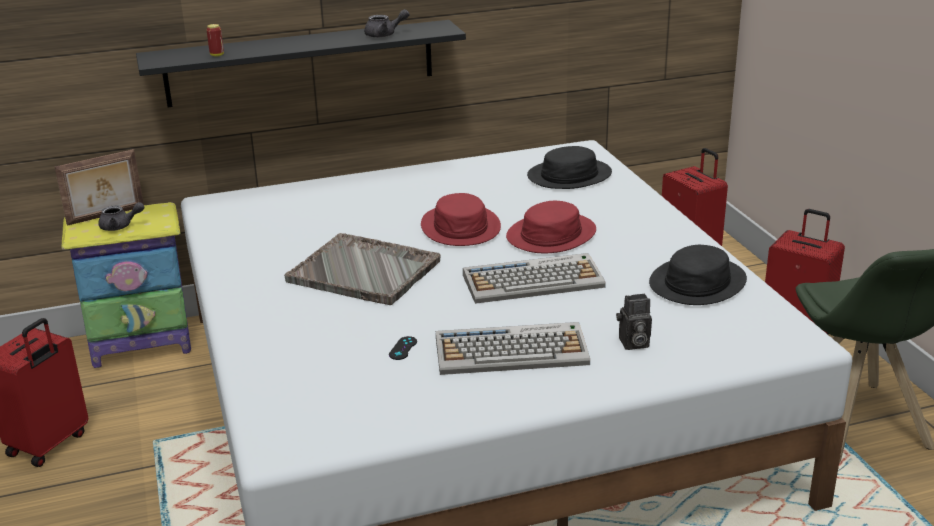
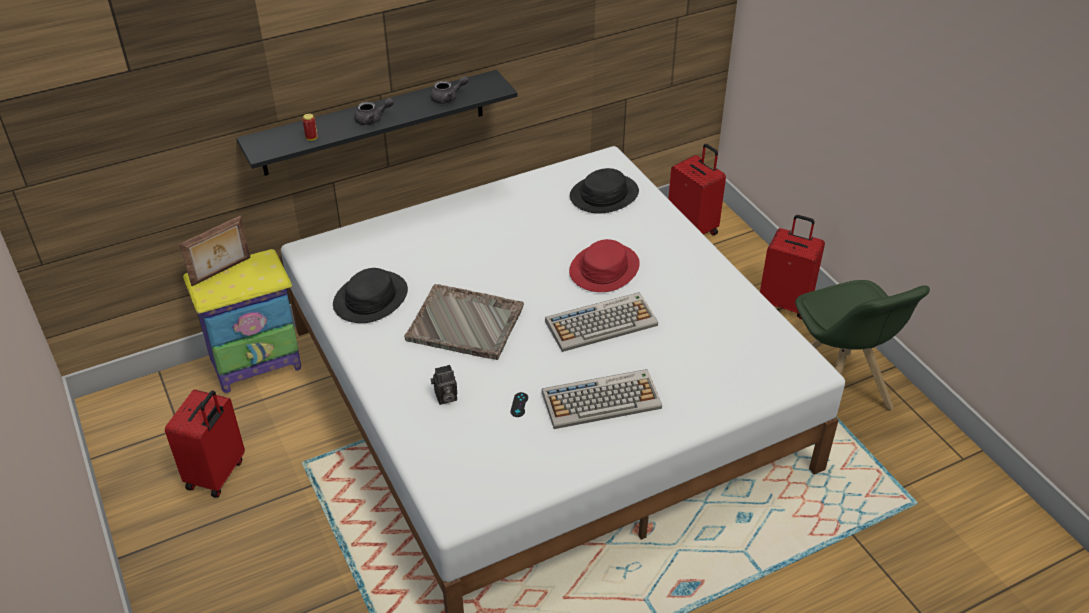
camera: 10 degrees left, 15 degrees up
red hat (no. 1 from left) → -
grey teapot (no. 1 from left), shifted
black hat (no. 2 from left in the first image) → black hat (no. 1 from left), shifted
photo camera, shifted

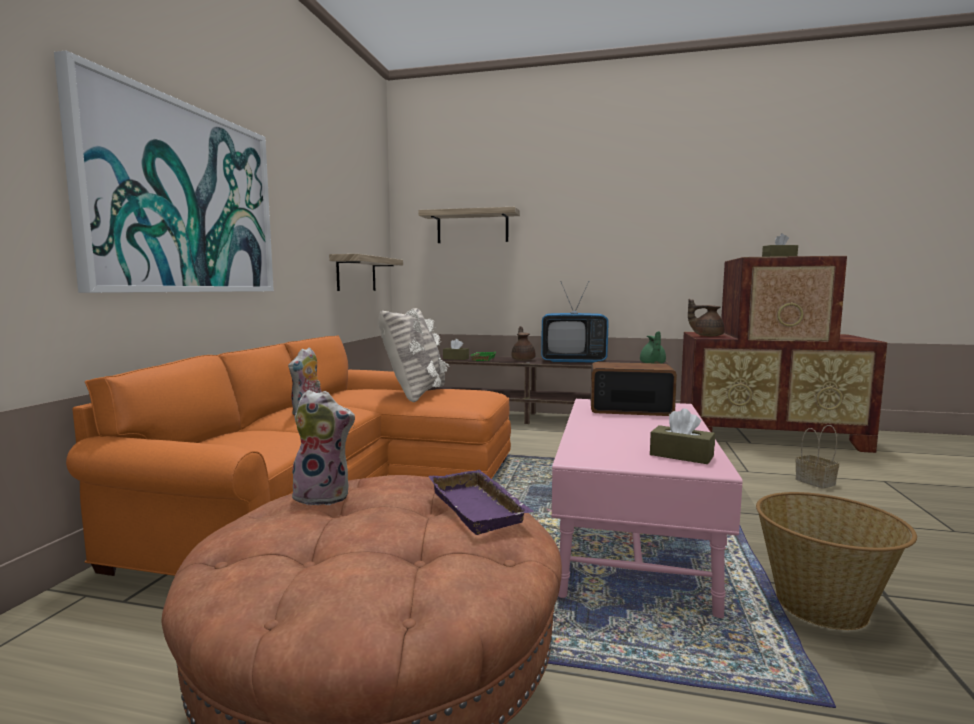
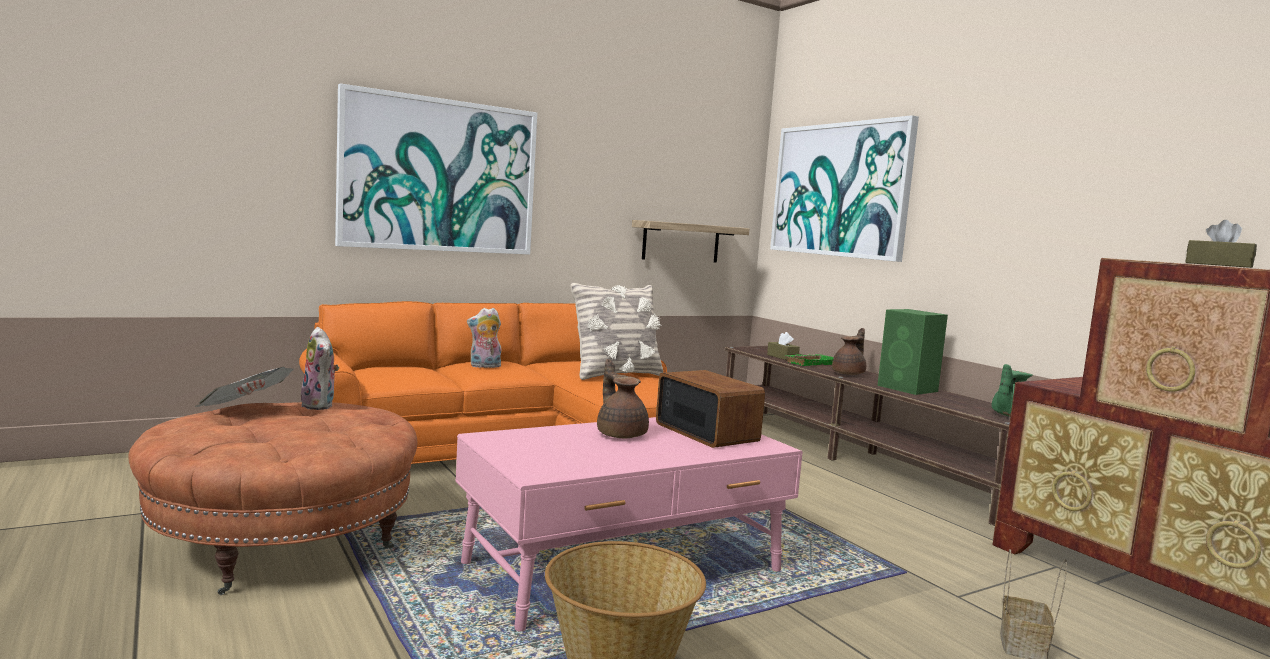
camera: 45 degrees right, 0 degrees up
shelf (no. 2 from left) → picture (no. 2 from left)
television → green speaker
brown teapot (no. 2 from left in the first image) → brown teapot (no. 1 from left), shifted
brown tissue box (no. 2 from left) → -
purple tray → -
- → newspaper

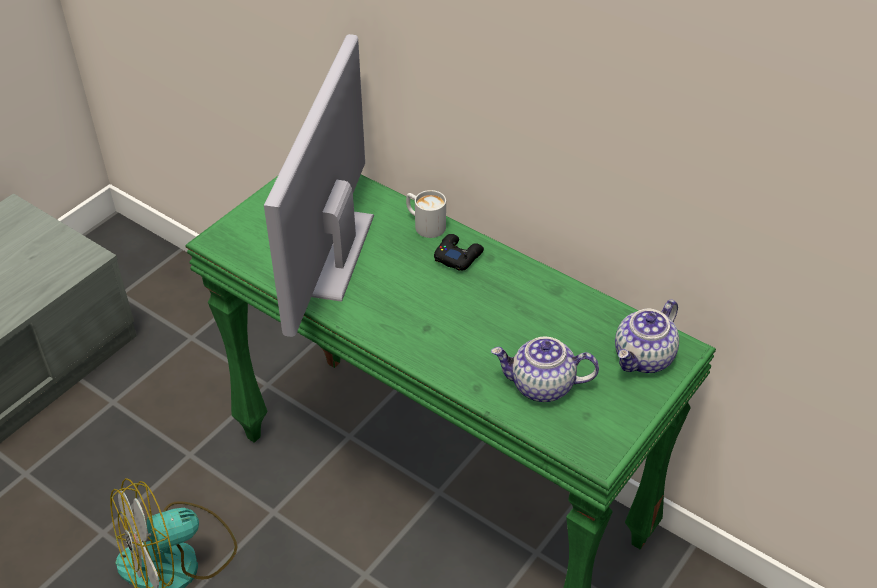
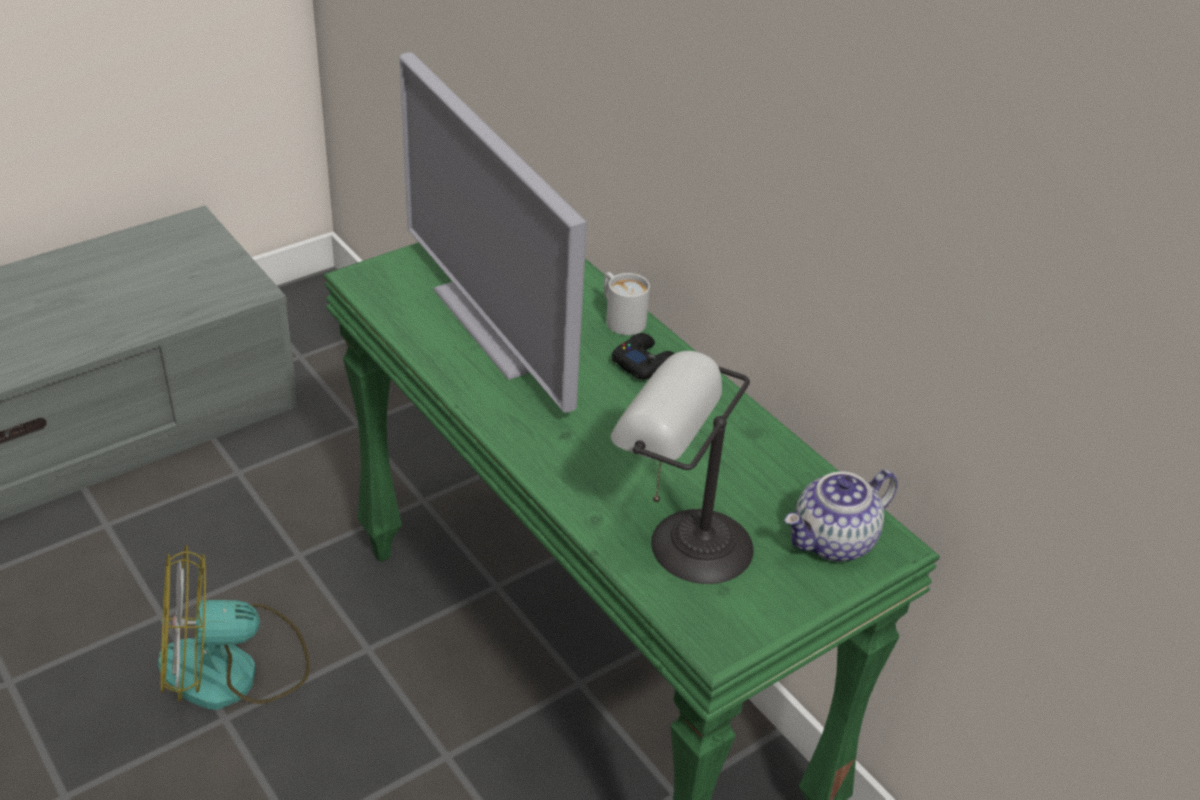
camera: 15 degrees right, 5 degrees down
television, 60 degrees counterclockwise
teapot (no. 1 from left) → table lamp

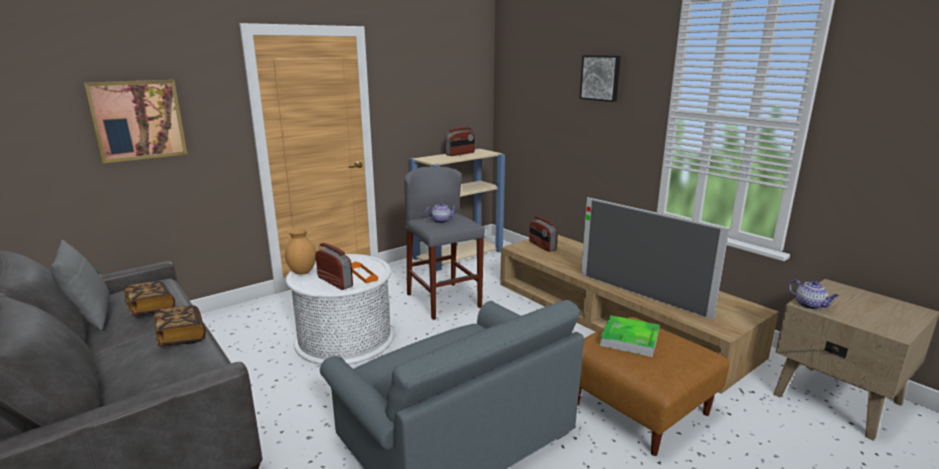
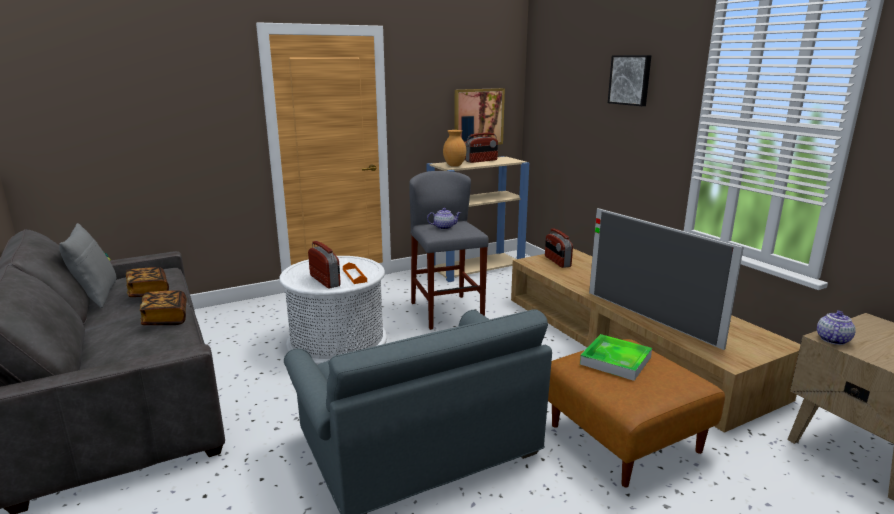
camera: 10 degrees right, 0 degrees up
picture (no. 1 from left), shifted
brown vase, shifted
teapot (no. 2 from left), 120 degrees counterclockwise

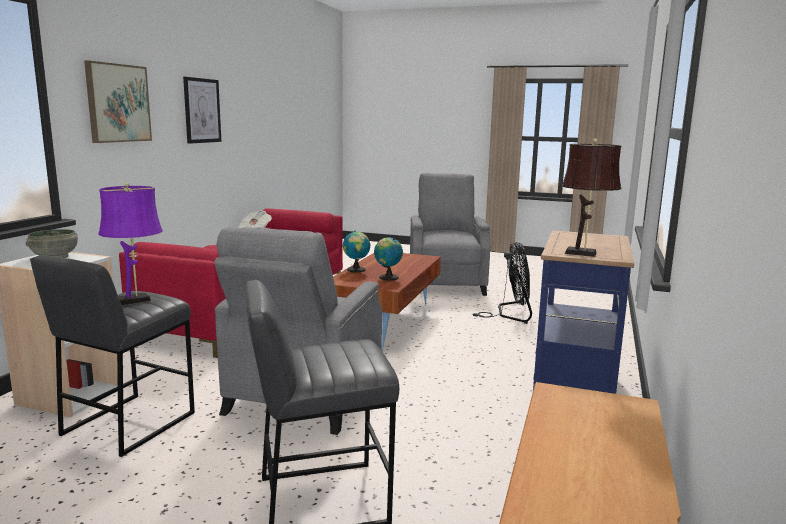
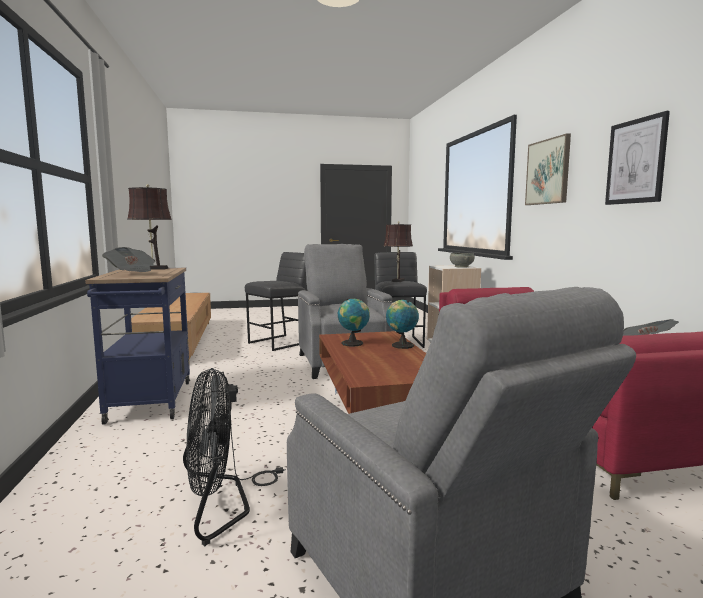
camera: 150 degrees right, 5 degrees down
purple table lamp → brown table lamp (no. 2 from left)
- → newspaper (no. 1 from left)

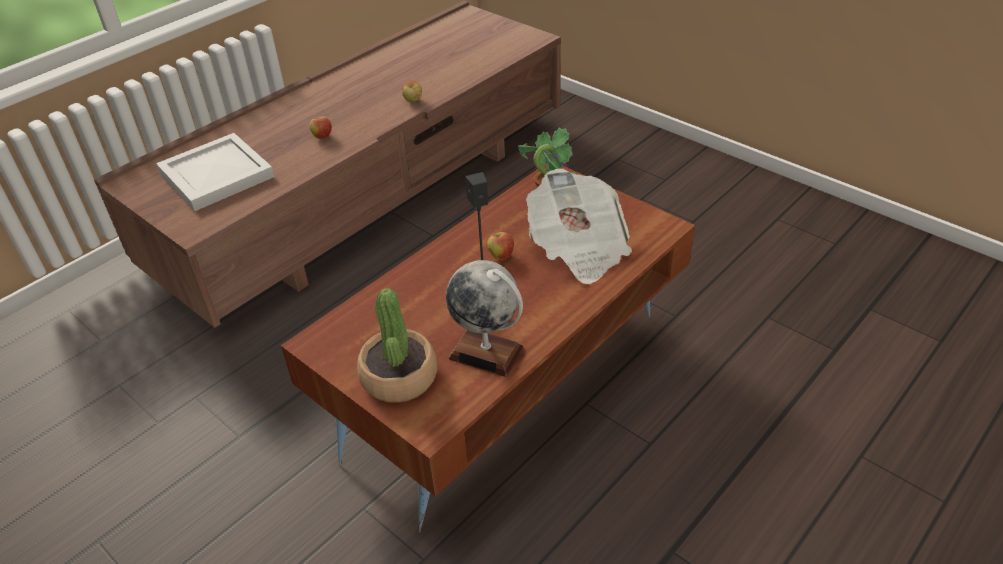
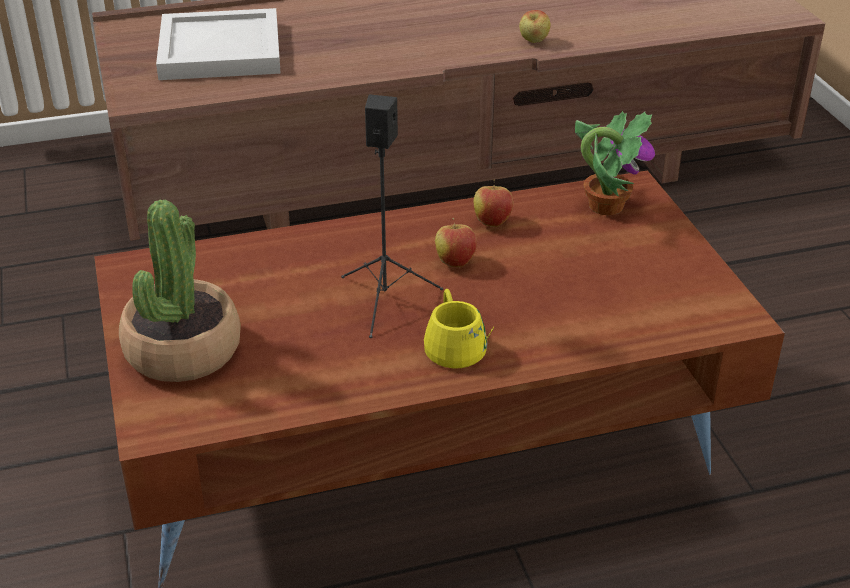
camera: 30 degrees right, 5 degrees down
apple (no. 1 from left in the first image) → apple (no. 2 from left), shifted
newspaper → -
globe → -
- → yellow mug

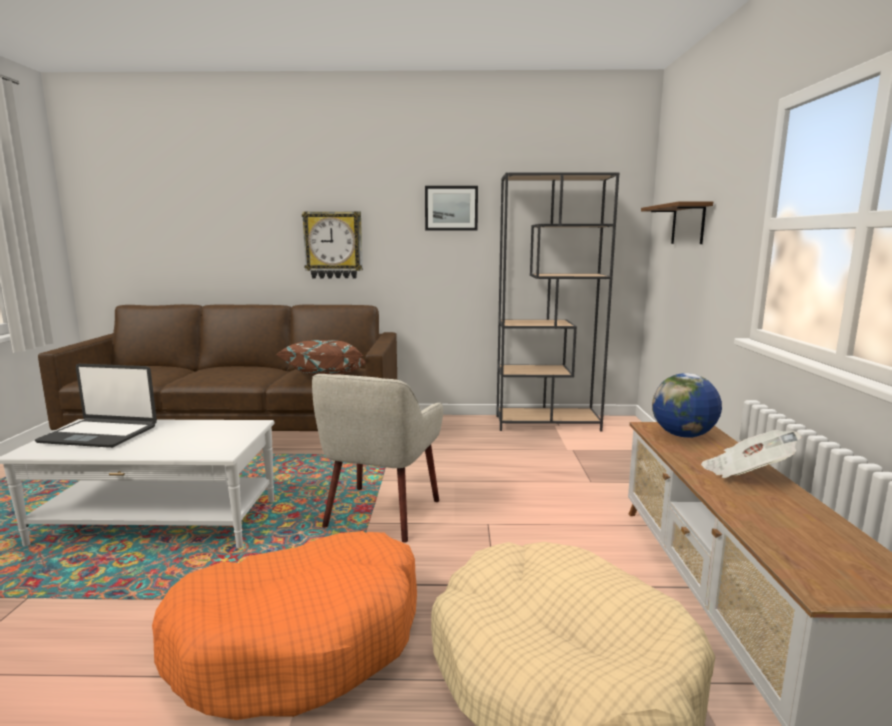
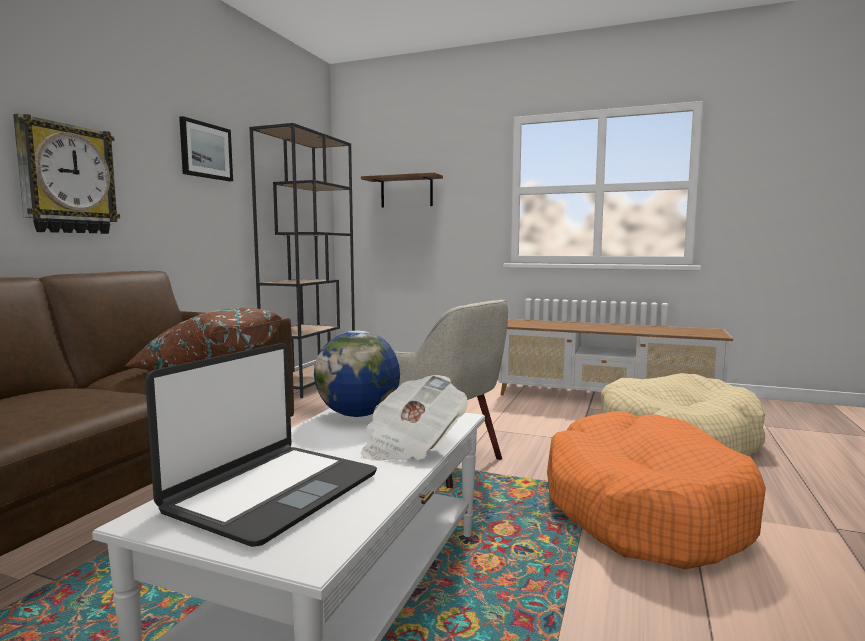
camera: 70 degrees left, 5 degrees down
globe, shifted
newspaper, shifted

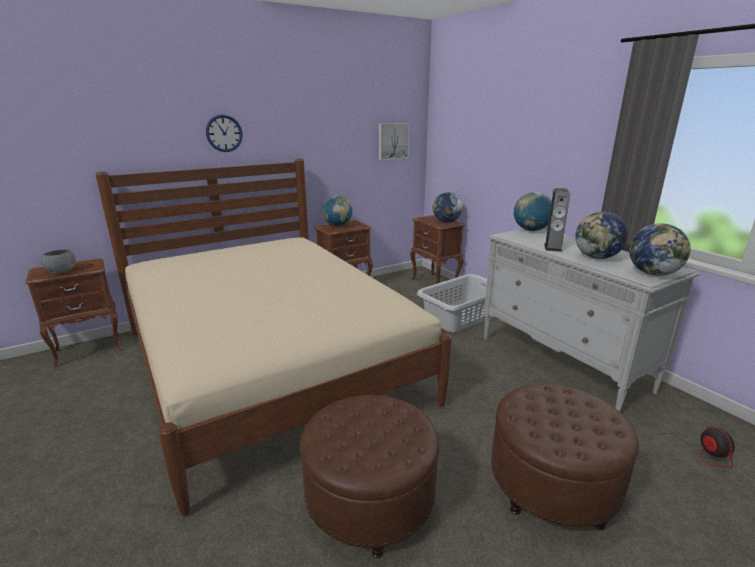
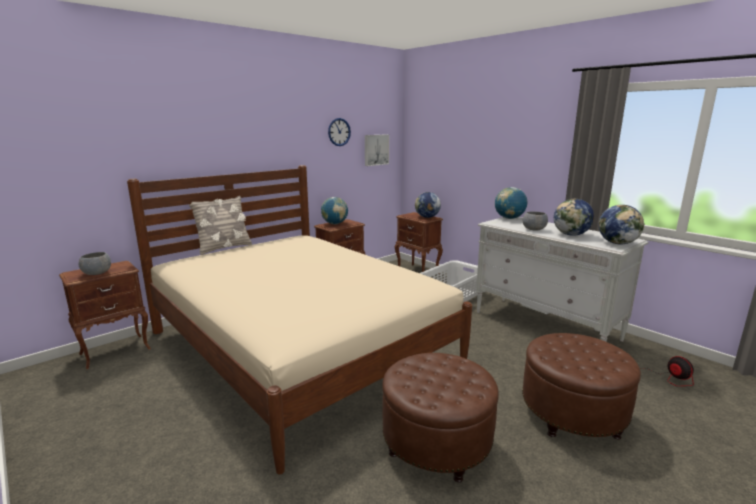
camera: 10 degrees left, 5 degrees down
wall clock, shifted
speaker → grey bowl (no. 2 from left)
- → beige pillow

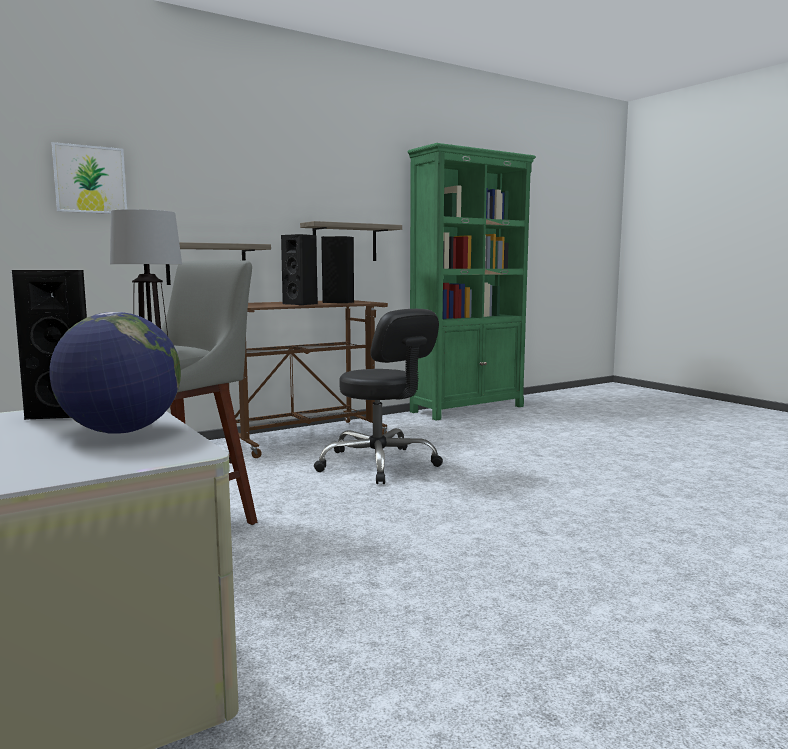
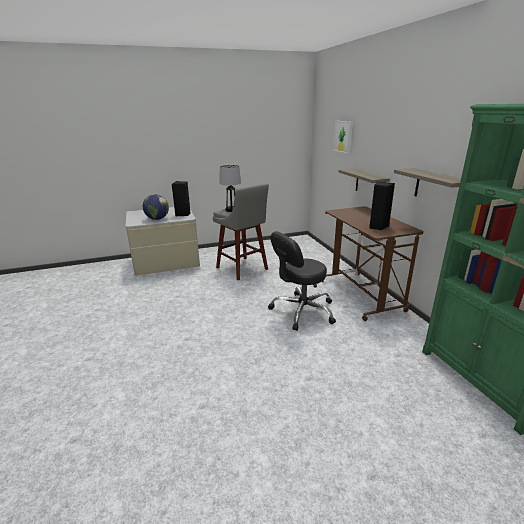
camera: 105 degrees right, 15 degrees up
black speaker (no. 2 from left) → -

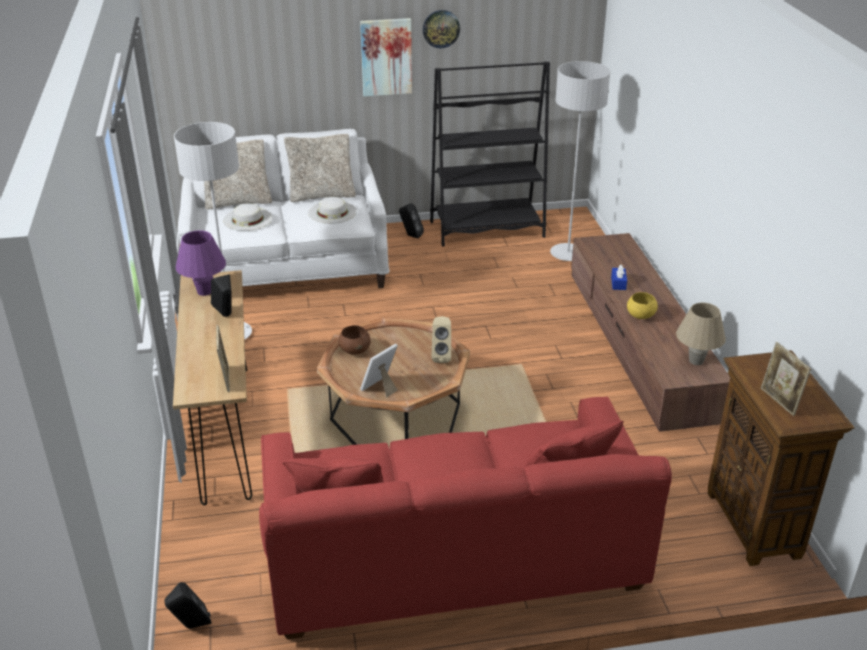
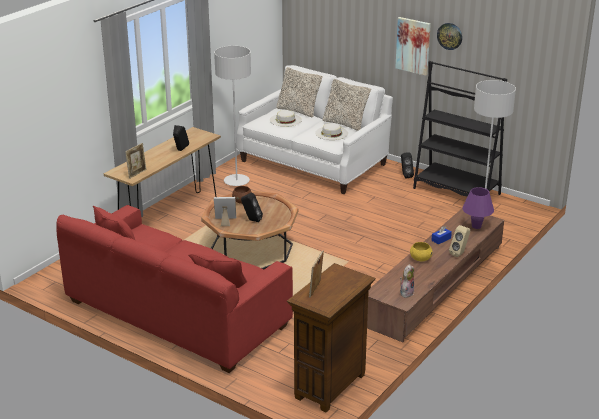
camera: 45 degrees right, 5 degrees down
purple table lamp, shifted
beige table lamp → plush toy
beige speaker, shifted
black speaker (no. 1 from left in the first image) → black speaker (no. 2 from left), shifted

